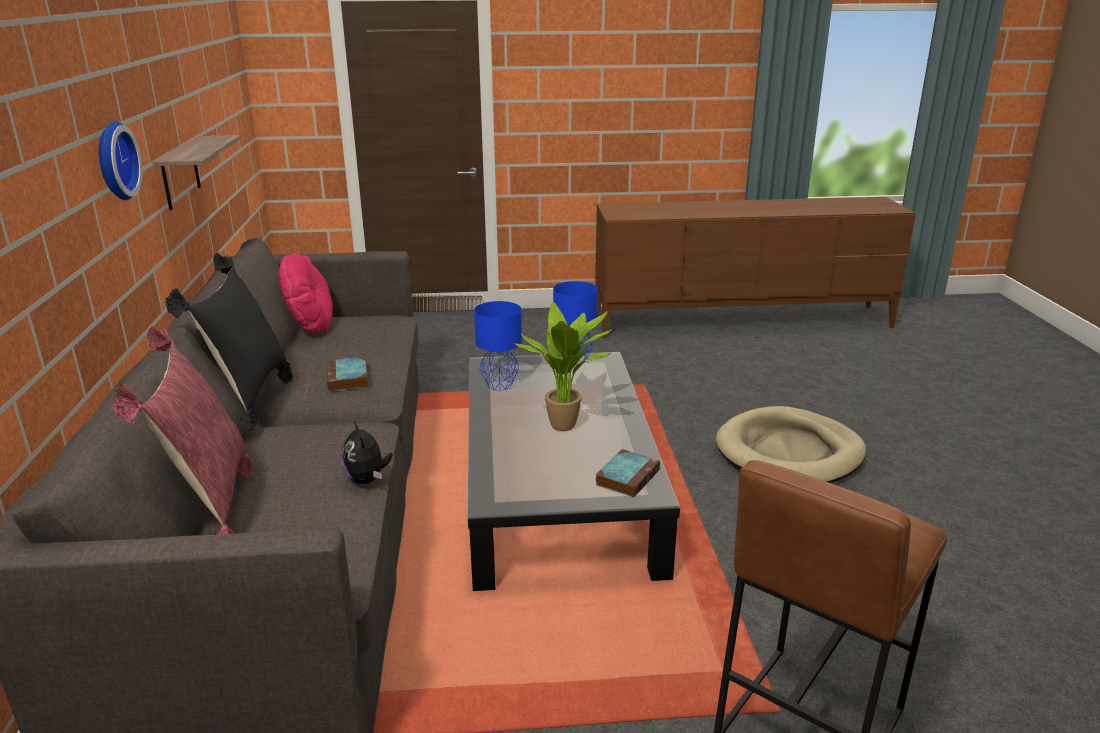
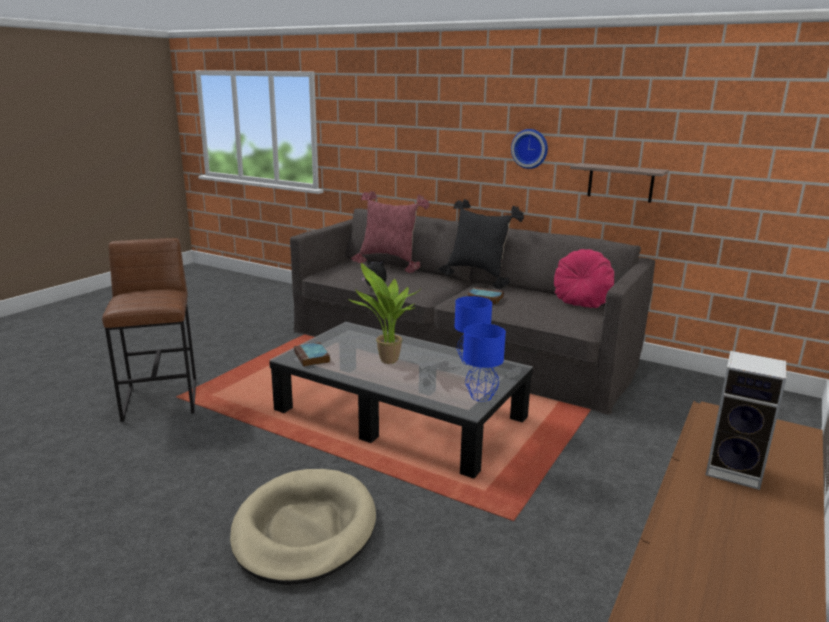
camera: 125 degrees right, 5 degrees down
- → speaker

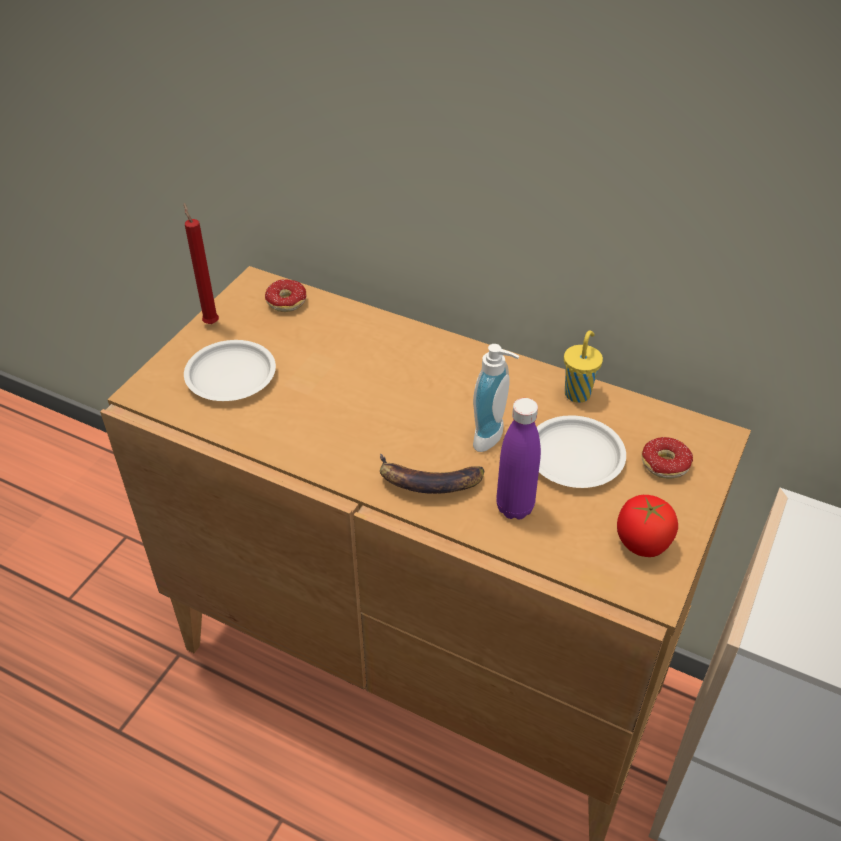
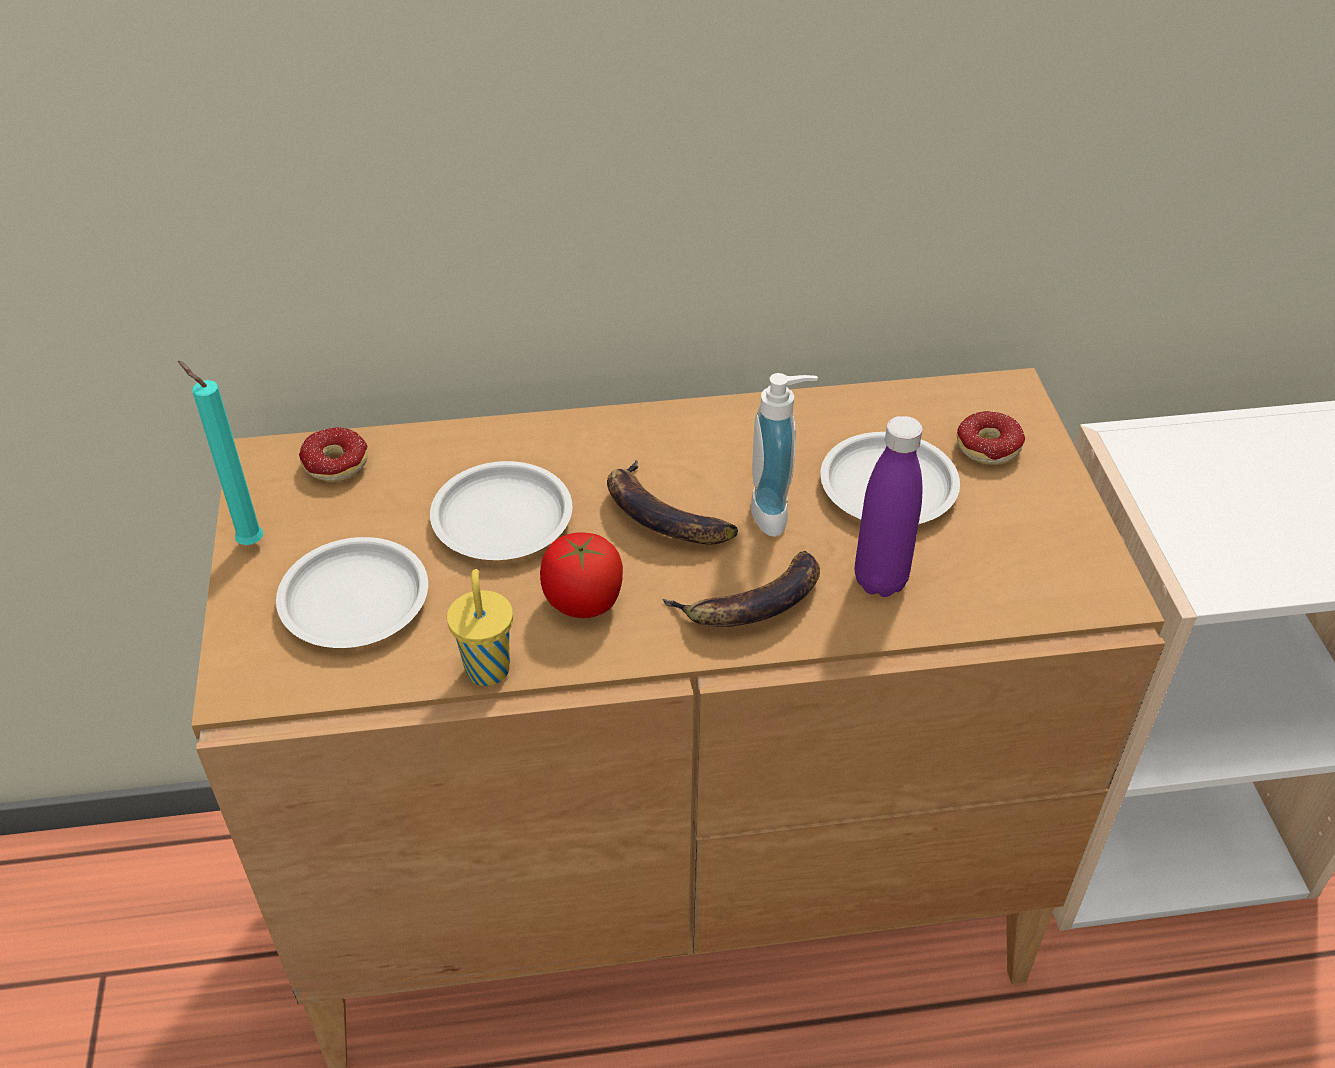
camera: 35 degrees left, 0 degrees up
red candle → turquoise candle
yellow cup, shifted
tomato, shifted
- → banana (no. 1 from left)
- → white plate (no. 2 from left)

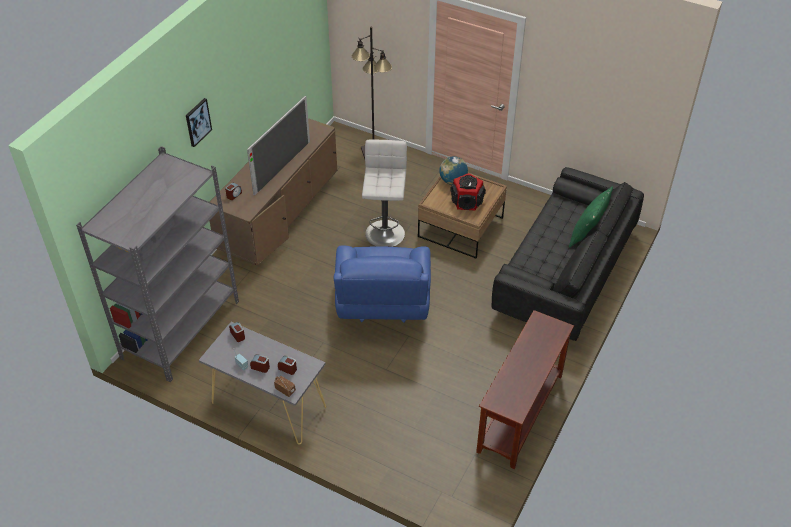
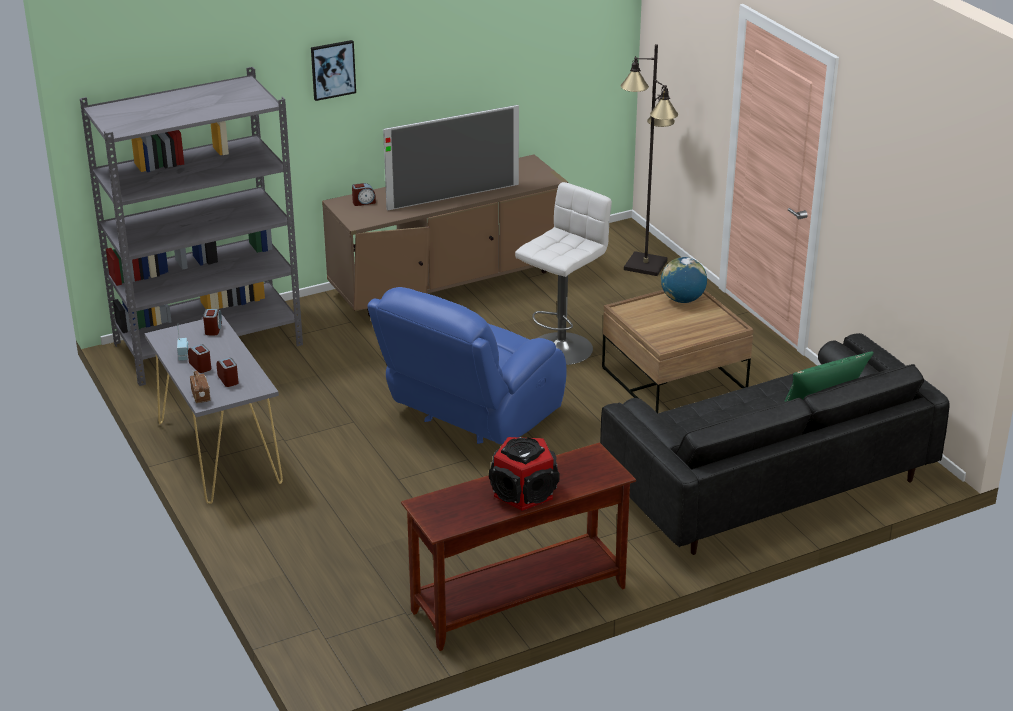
camera: 35 degrees right, 15 degrees down
speaker, shifted

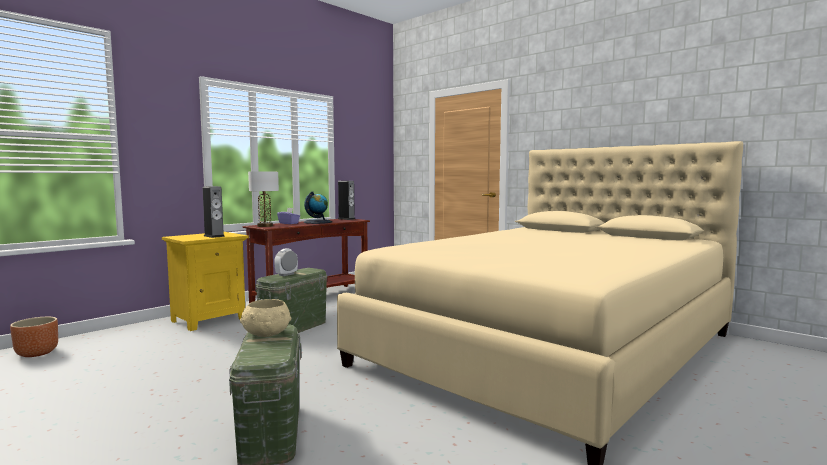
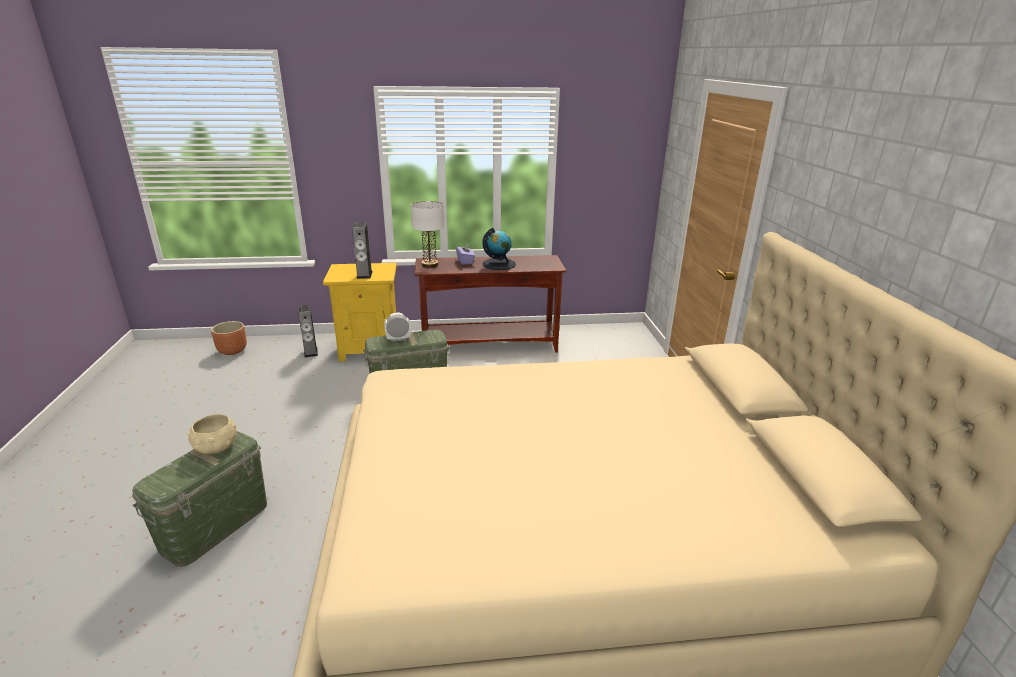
camera: 40 degrees right, 20 degrees up
speaker (no. 2 from left in the first image) → speaker (no. 1 from left), shifted

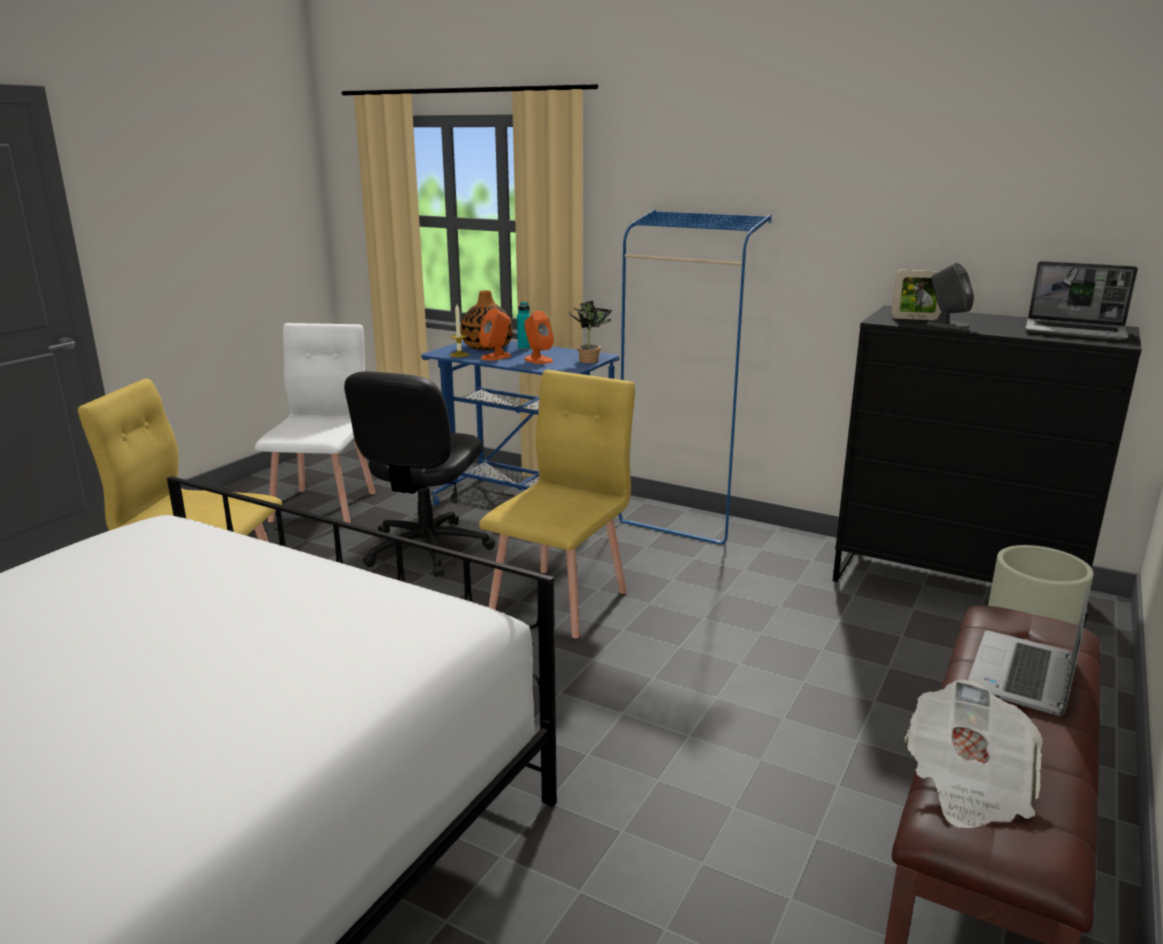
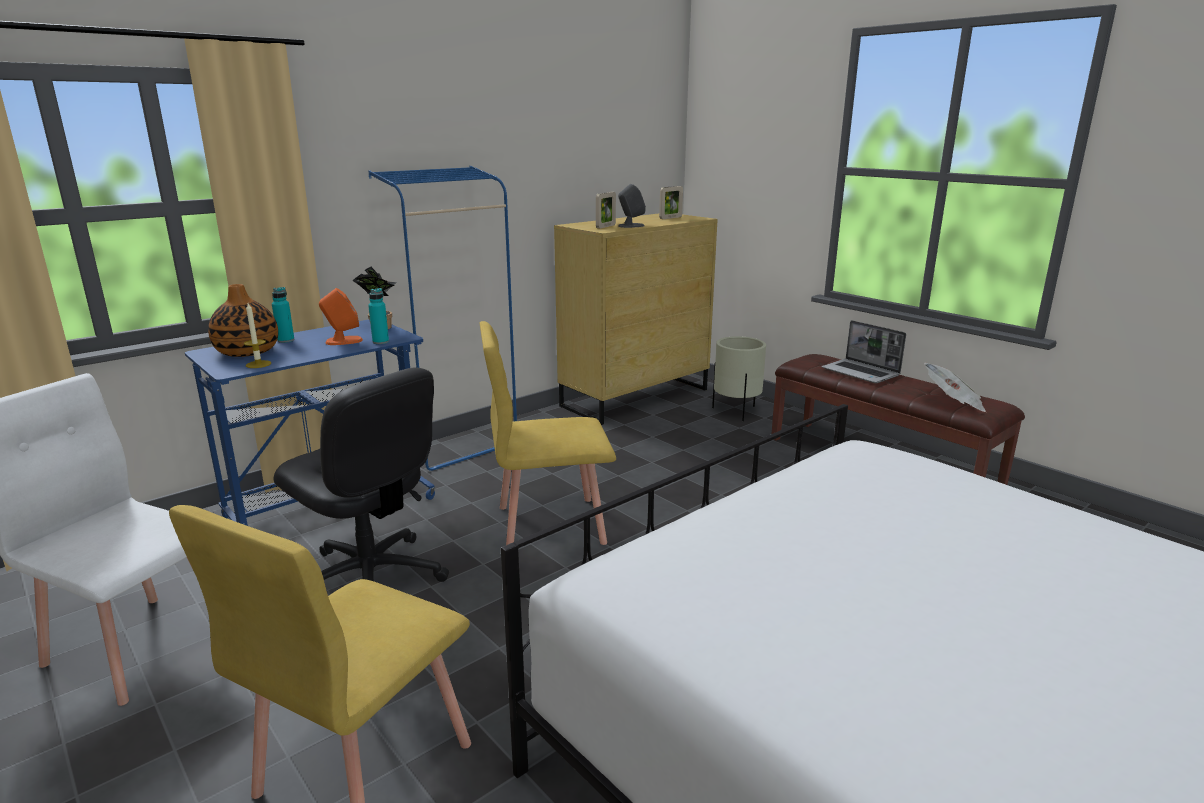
camera: 70 degrees left, 0 degrees up
laptop (no. 2 from left) → picture frame (no. 2 from left)
black dresser → beige dresser
orange speaker (no. 1 from left) → -
yellow chair (no. 2 from left), 60 degrees counterclockwise
- → turquoise bottle (no. 2 from left)

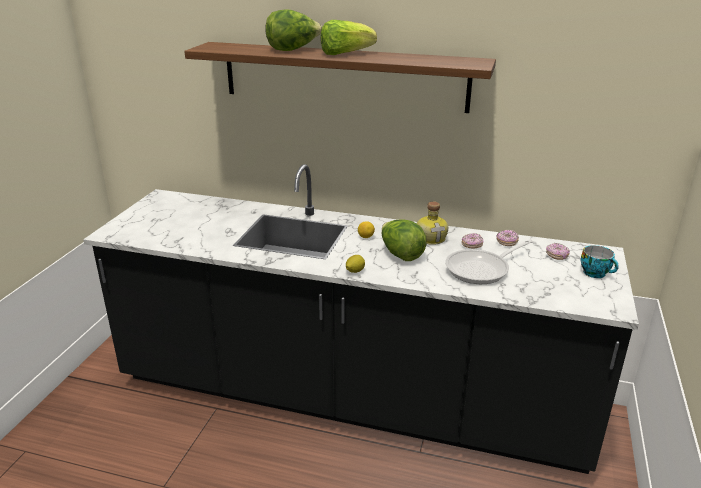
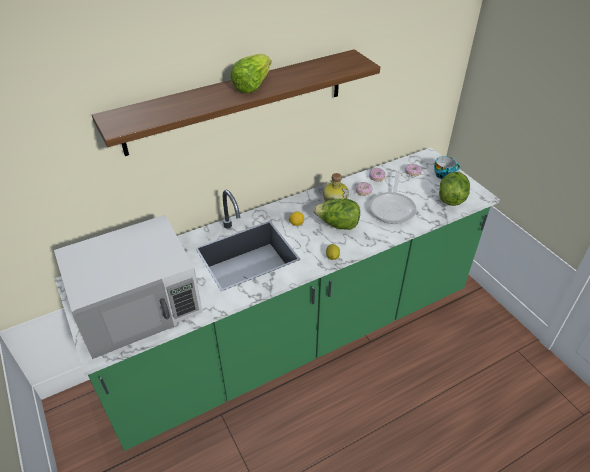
camera: 45 degrees left, 15 degrees up
lettuce (no. 1 from left in the first image) → lettuce (no. 3 from left), shifted
black counter → green counter
- → white microwave

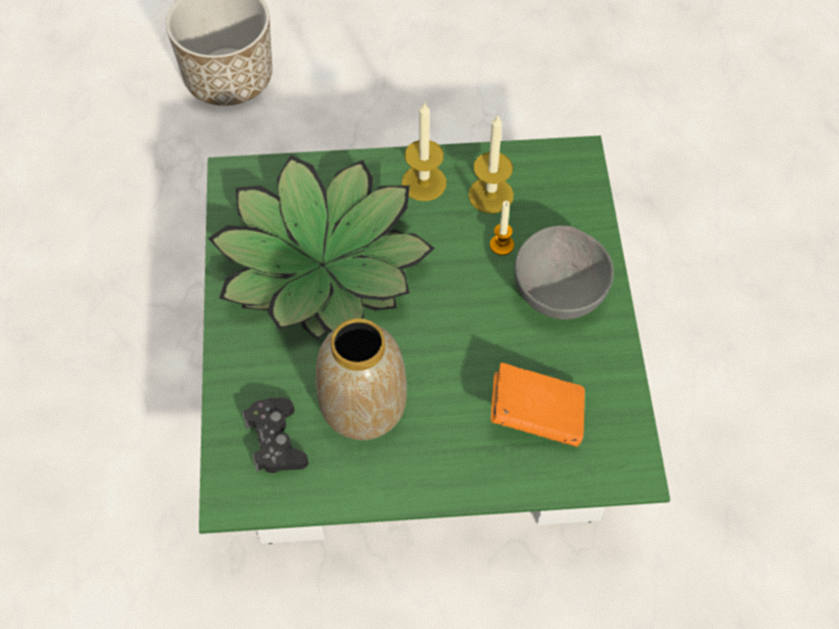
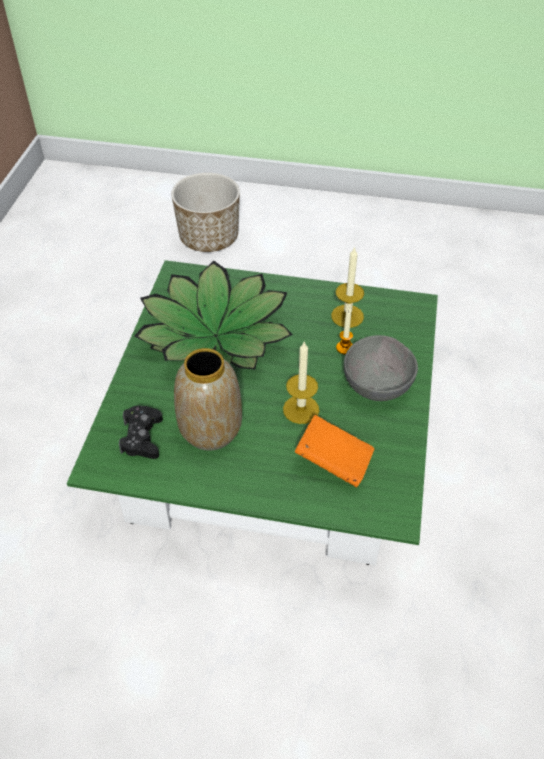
camera: 15 degrees right, 10 degrees down
candle (no. 1 from left), shifted

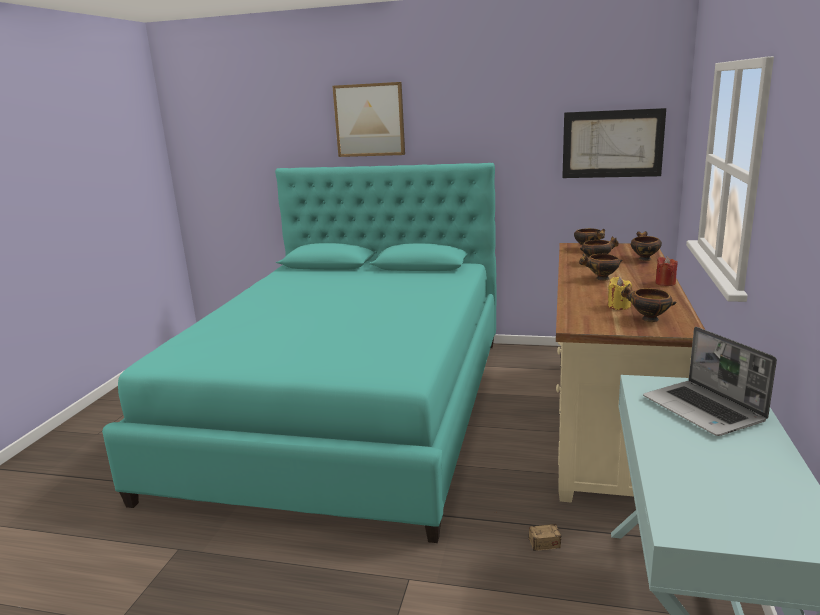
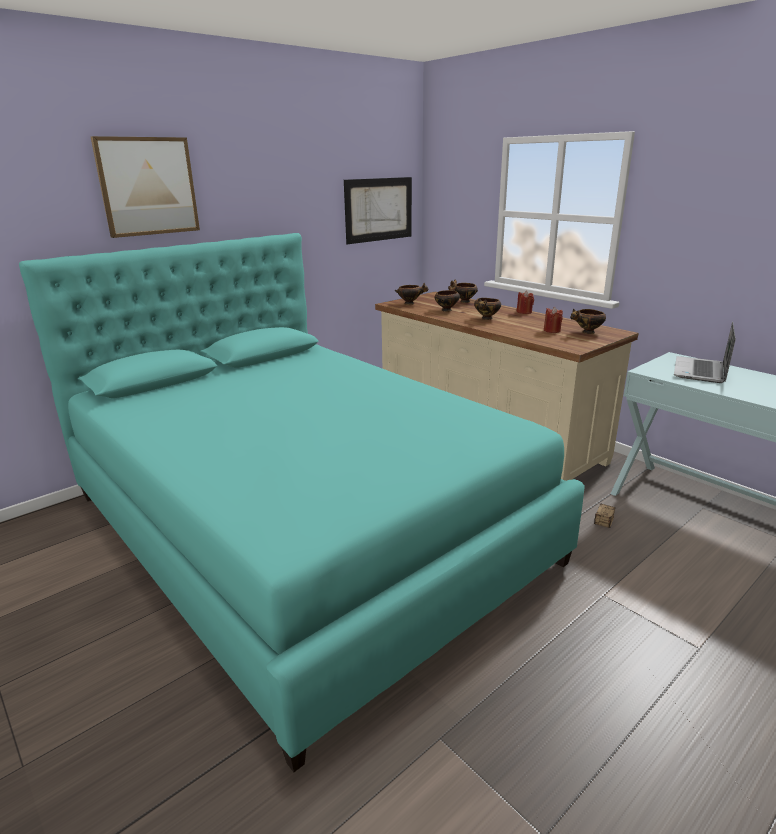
camera: 55 degrees left, 5 degrees up
yellow candle → red candle (no. 2 from left)
laptop, 105 degrees clockwise

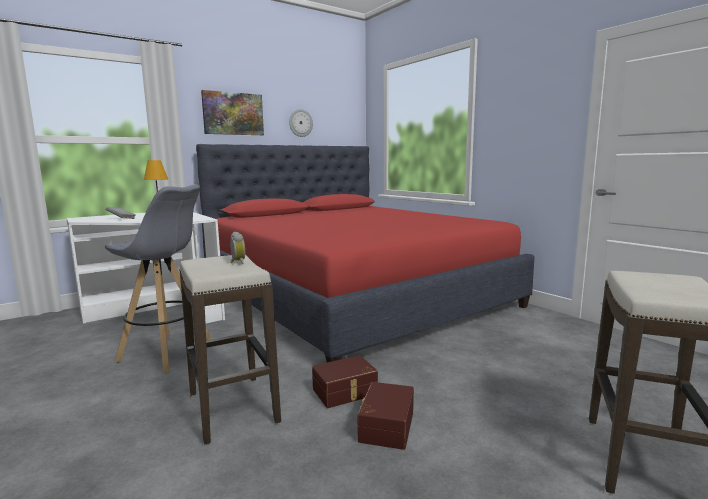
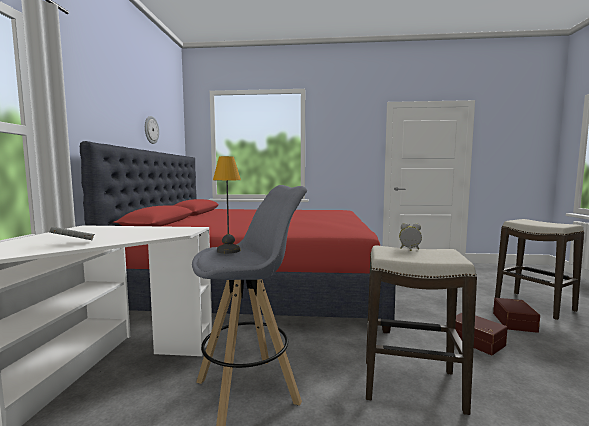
camera: 50 degrees left, 5 degrees down
picture → -
brown storage box (no. 1 from left in the first image) → brown storage box (no. 2 from left), shifted

